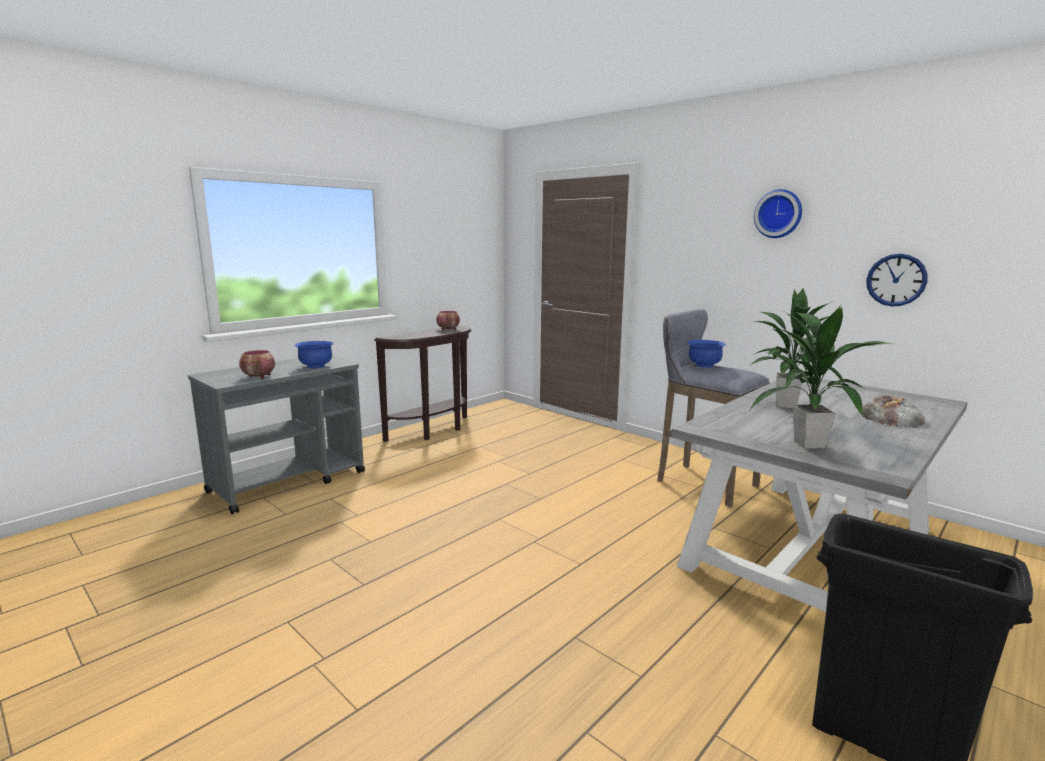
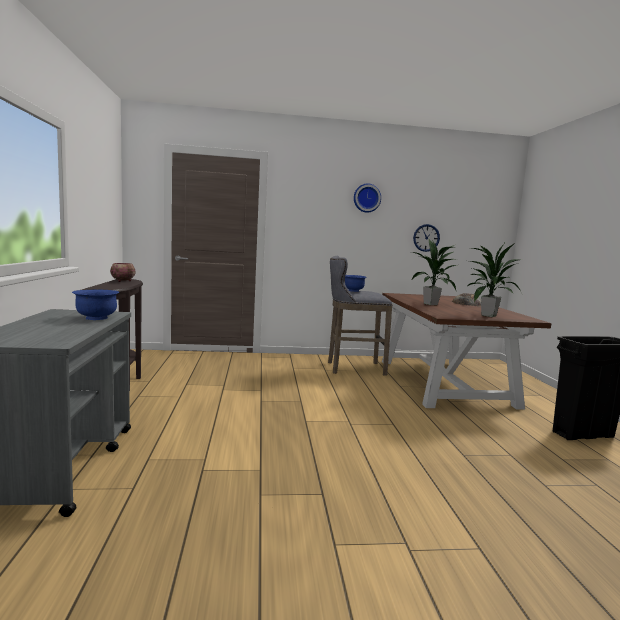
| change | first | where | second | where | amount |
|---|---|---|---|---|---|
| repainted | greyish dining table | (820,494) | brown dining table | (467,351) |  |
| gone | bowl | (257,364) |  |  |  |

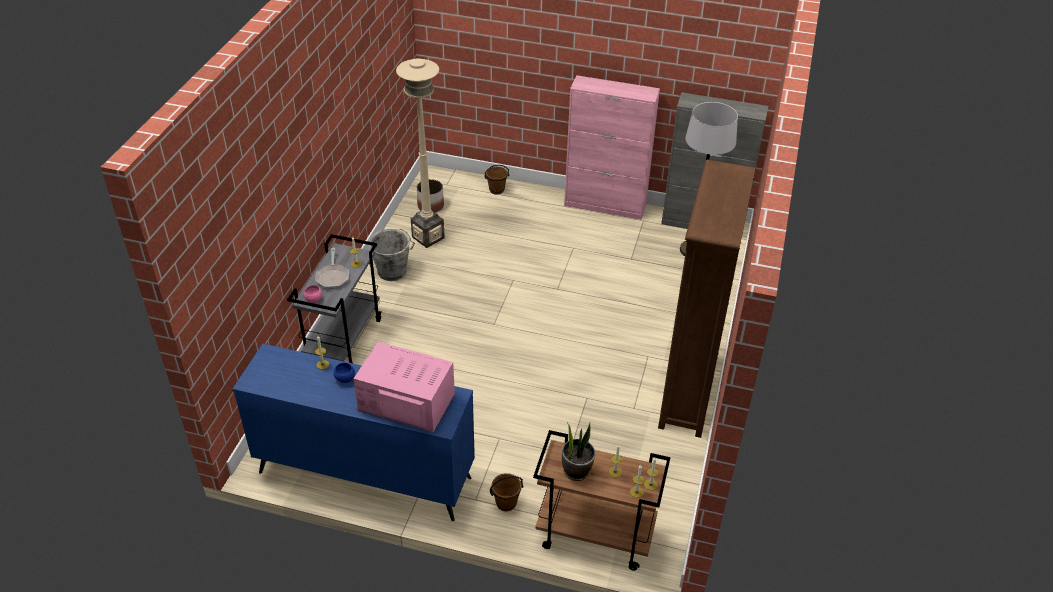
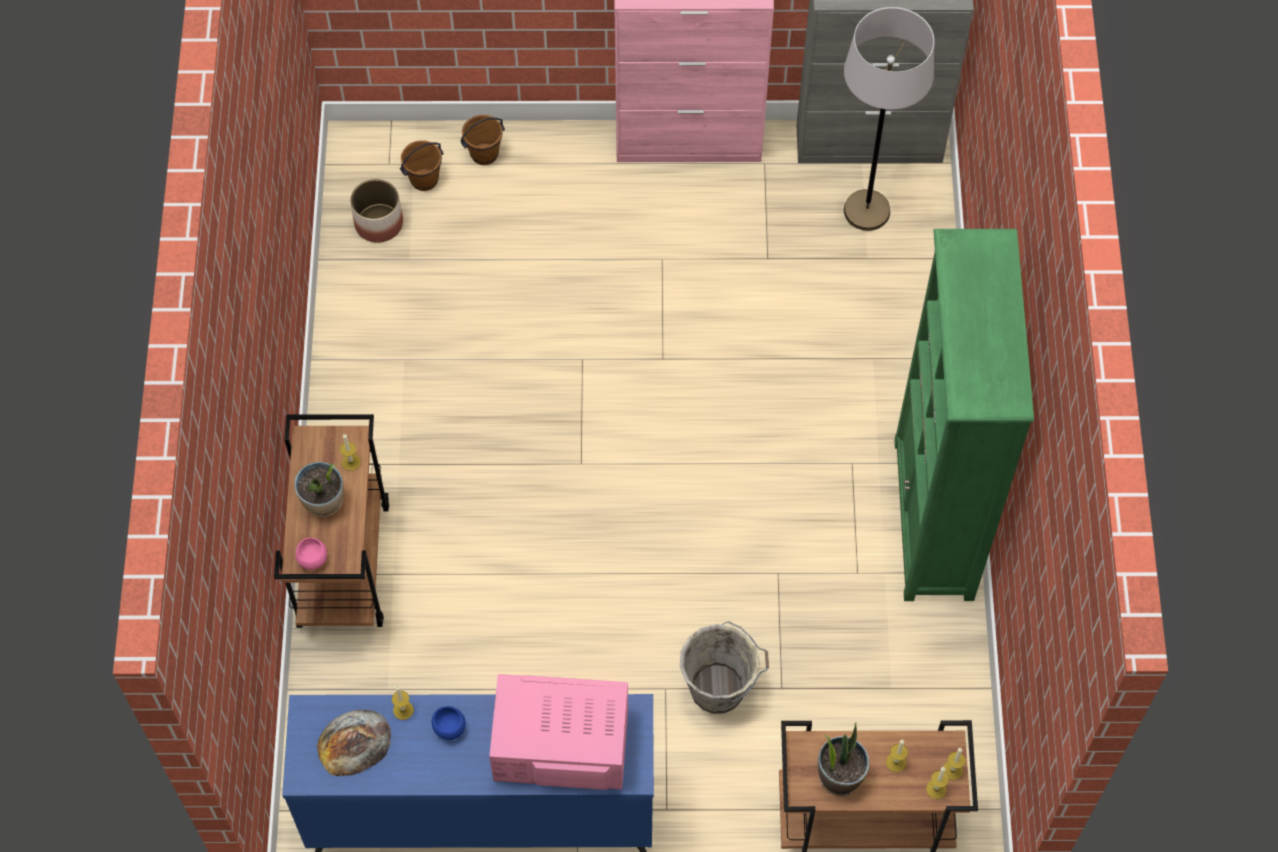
| change | first | where | second | where | amount |
|---|---|---|---|---|---|
| repainted | greyish wheeled cart | (334,298) | brown wheeled cart | (331,521) |  |
| swapped | skillet | (332,268) | potted plant | (319,489) |  |
| new |  |  | bread | (354,743) |  |
| shifted | brown pail | (507,492) |  | (422,165) |  |
| shifted | greyish pail | (391,255) |  | (724,667) |  |
| repainted | brown shelving unit | (706,298) | greenish shelving unit | (964,415) |  |
| gone | beige-coloured standard lamp | (420,153) |  |  |  |

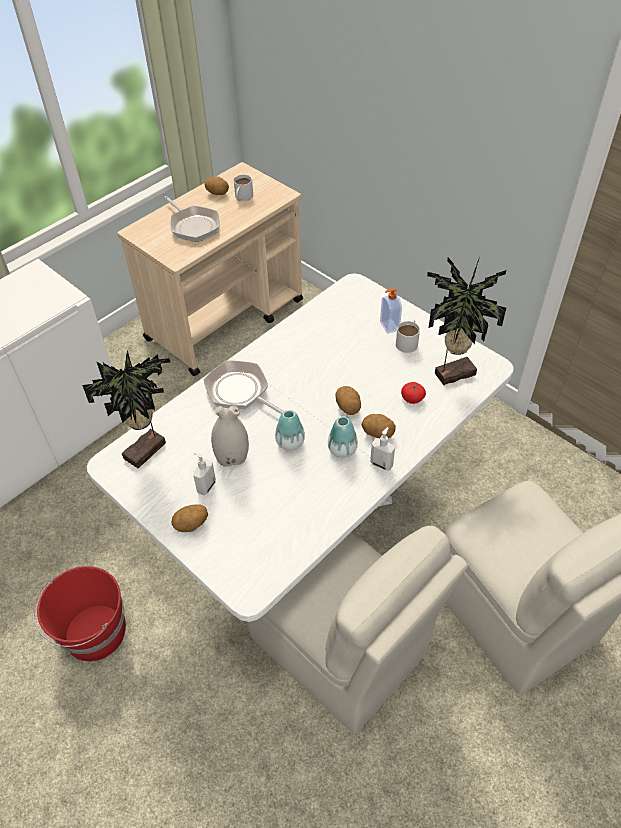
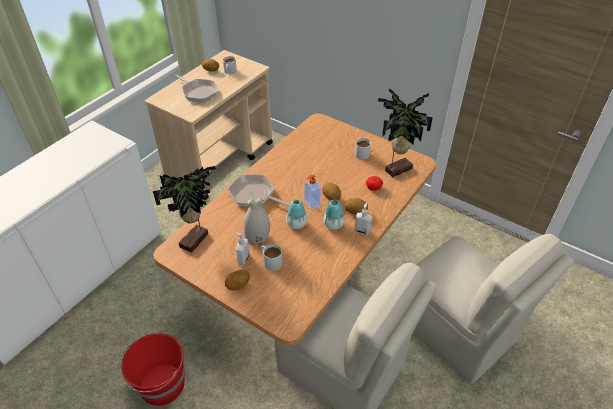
| change | first | where | second | where | amount |
|---|---|---|---|---|---|
| repainted | whitish dining table | (300,447) | brown dining table | (294,229) |  |
| new |  |  | whitish mug | (271,257) |  |
| shifted | soap dispenser | (391,310) |  | (312,191) |  |

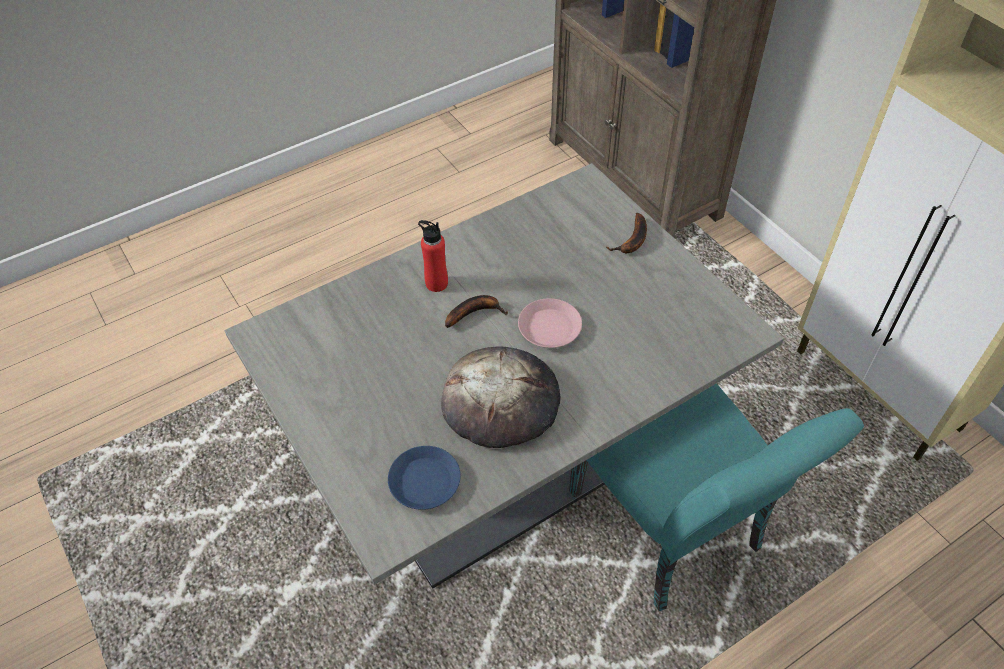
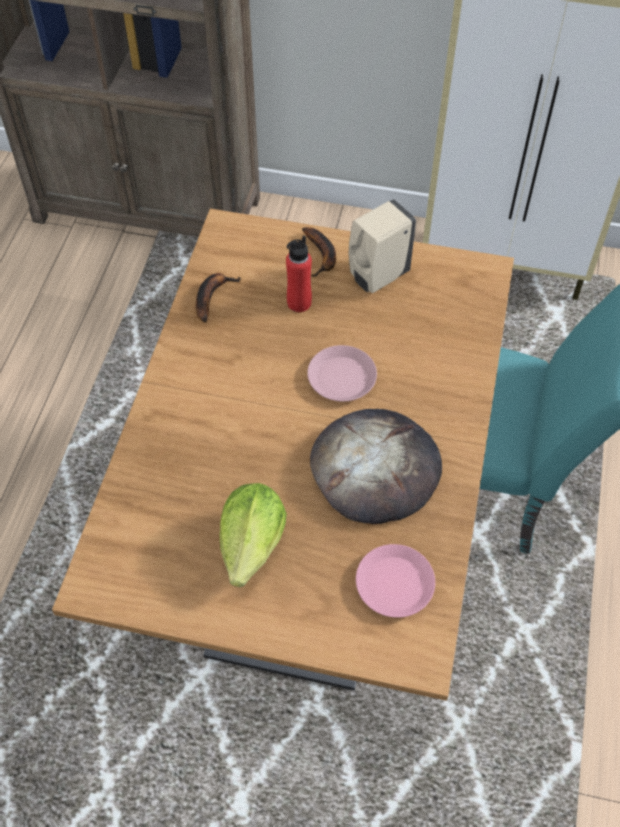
| change | first | where | second | where | amount |
|---|---|---|---|---|---|
| repainted | greyish dining table | (504,376) | brown dining table | (283,454) |  |
| shifted | banana | (476,311) |  | (218,297) |  |
| new |  |  | head of lettuce | (253,535) |  |
| shifted | red bottle | (433,256) |  | (299,273) |  |
| new |  |  | beige-coloured soap dispenser | (382,246) |  |
| repainted | bluish plate | (424,478) | pink plate | (395,581) |  |

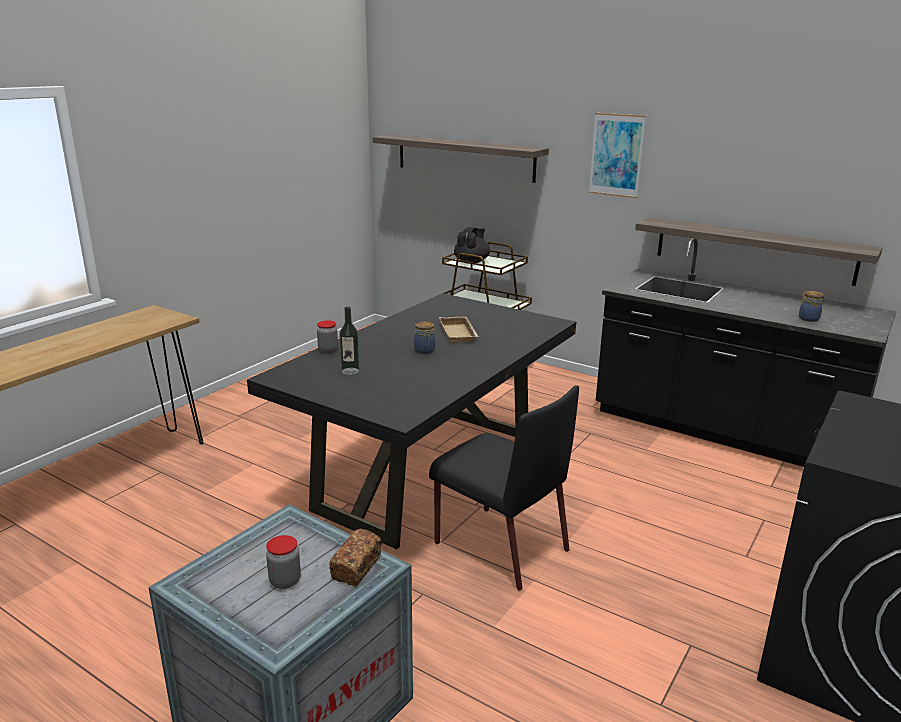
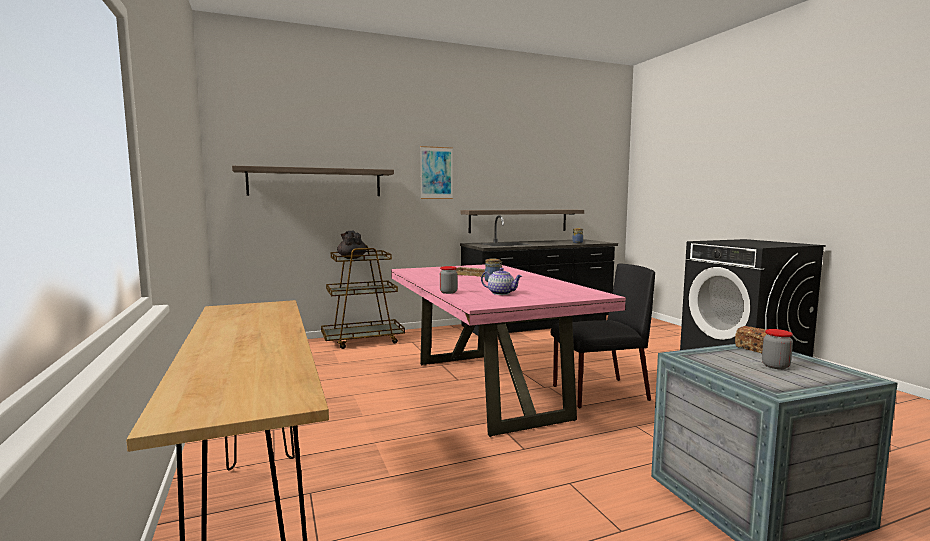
| change | first | where | second | where | amount |
|---|---|---|---|---|---|
| repainted | blackish dining table | (411,421) | pink dining table | (508,350) |  |
| swapped | bottle | (349,341) | pot for tea | (501,281) |  |

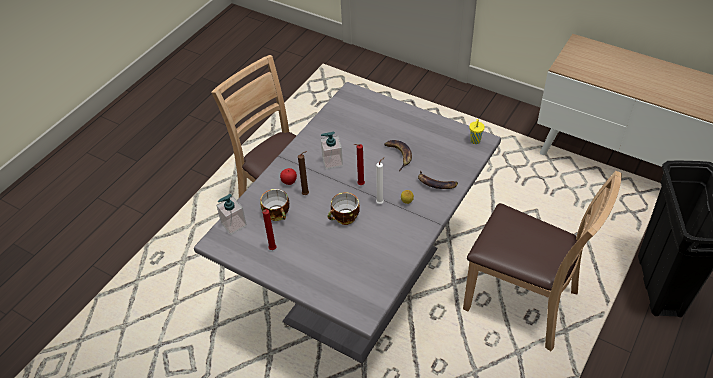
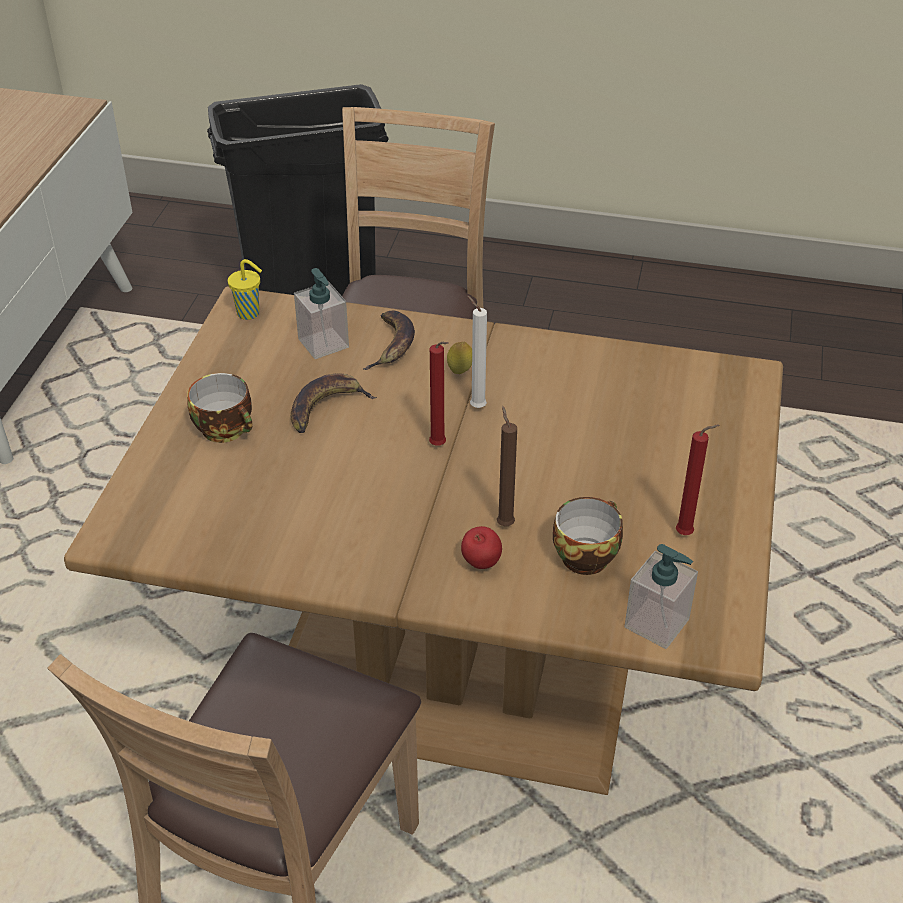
| change | first | where | second | where | amount |
|---|---|---|---|---|---|
| repainted | greyish dining table | (347,223) | brown dining table | (423,540) |  |
| shifted | drinking cup | (343,208) |  | (220,408) |  |
| shifted | soap dispenser | (332,150) |  | (321,313) |  |

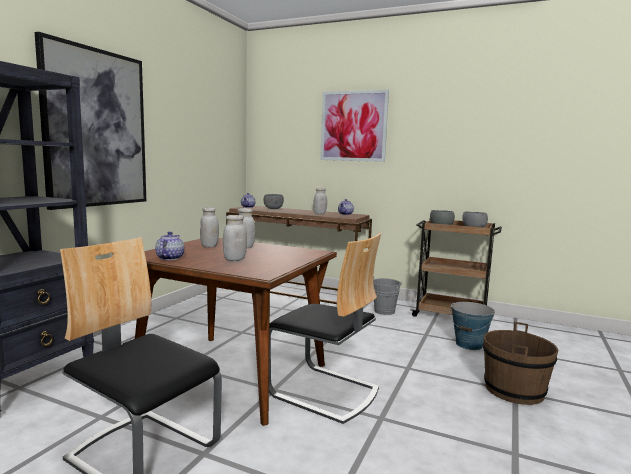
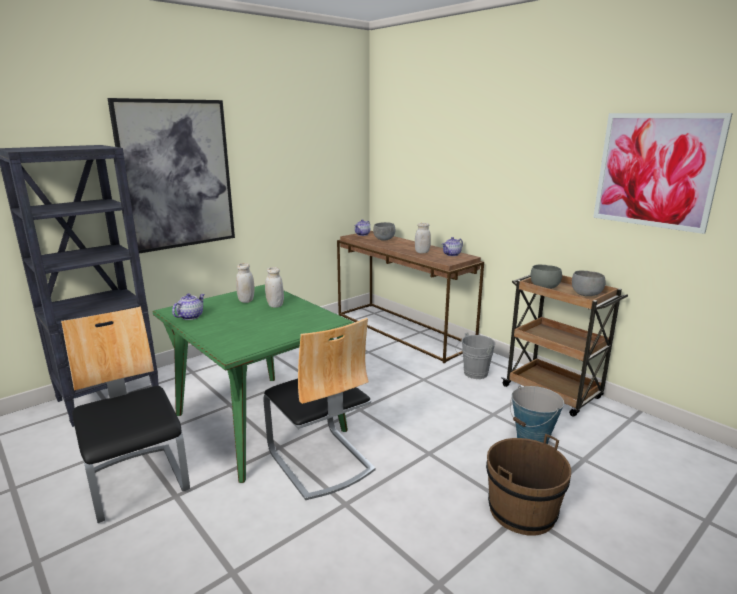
| change | first | where | second | where | amount |
|---|---|---|---|---|---|
| repainted | brown dining table | (236,332) | greenish dining table | (254,383) |  |
| shifted | wall picture | (354,126) |  | (663,173) |  |
| gone | whitish storage jar | (235,238) |  |  |  |

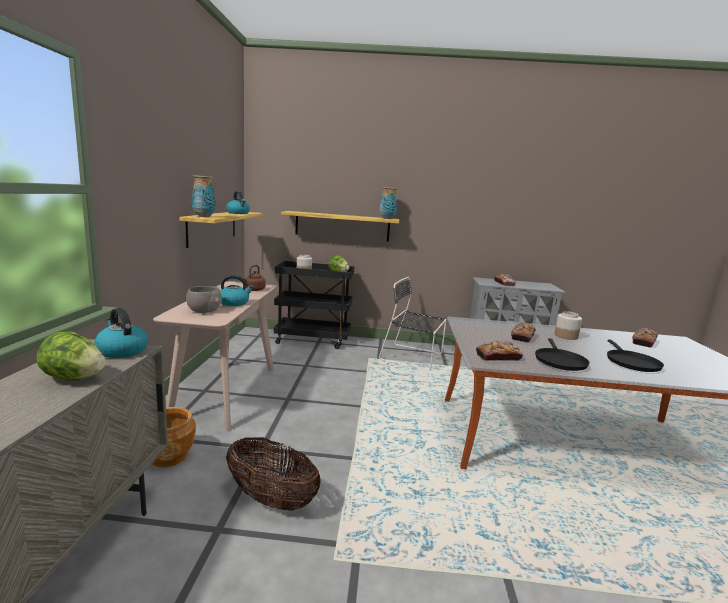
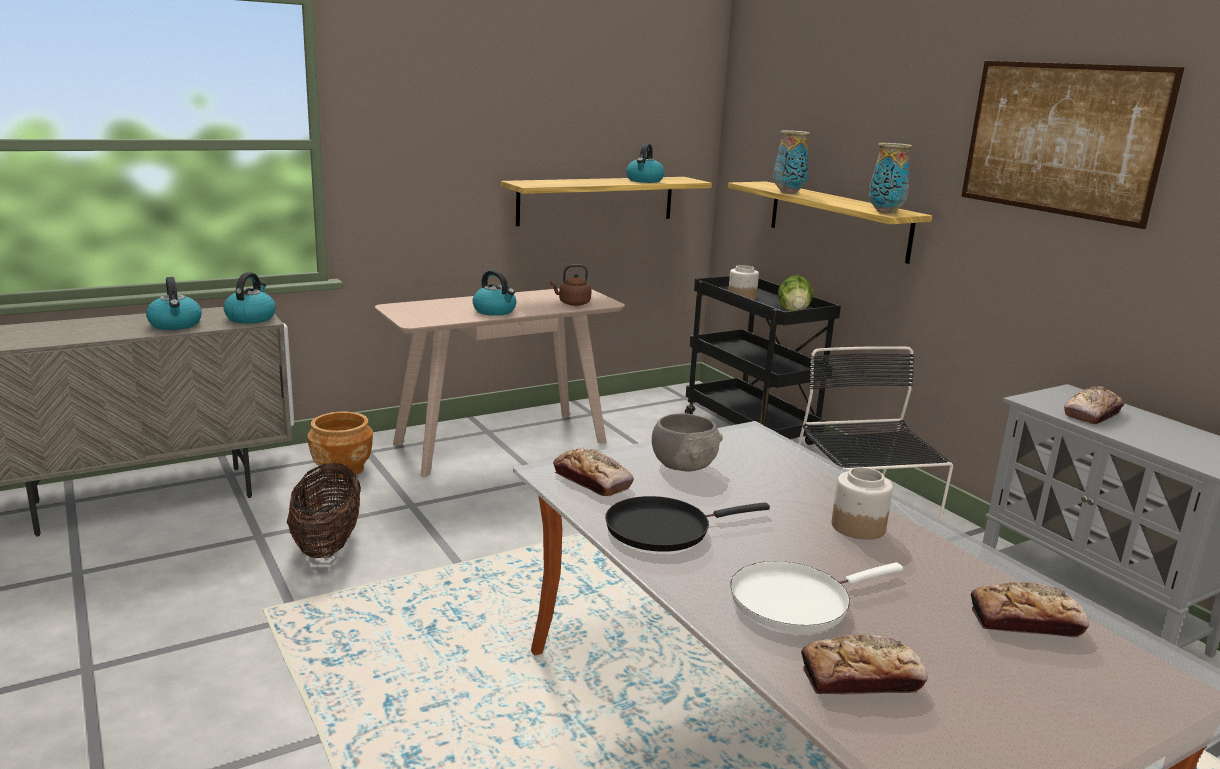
| change | first | where | second | where | amount |
|---|---|---|---|---|---|
| swapped | head of lettuce | (71,356) | tea kettle | (174,303) |  |
| shifted | greyish bowl | (204,299) |  | (687,442) |  |
| repainted | blackish skillet | (635,355) | whitish skillet | (816,597) |  |
| shifted | decorative vase | (204,196) |  | (791,162) |  |
| shifted | bread | (523,332) |  | (864,664) |  |
| new |  |  | wall picture | (1072,145) |  |

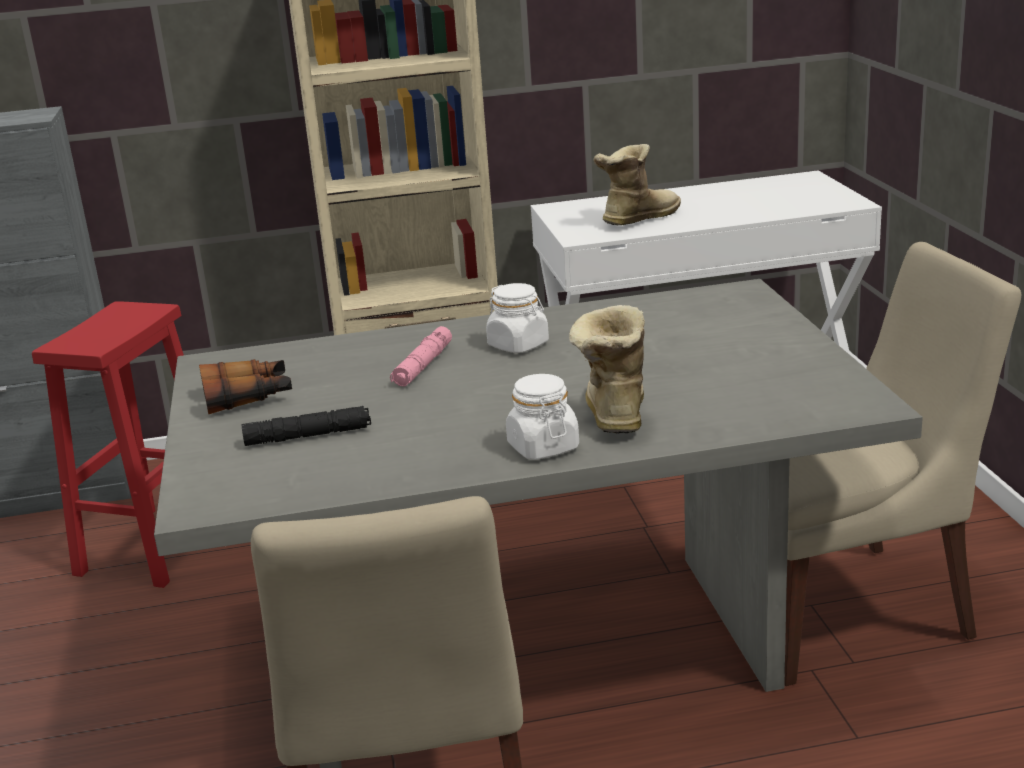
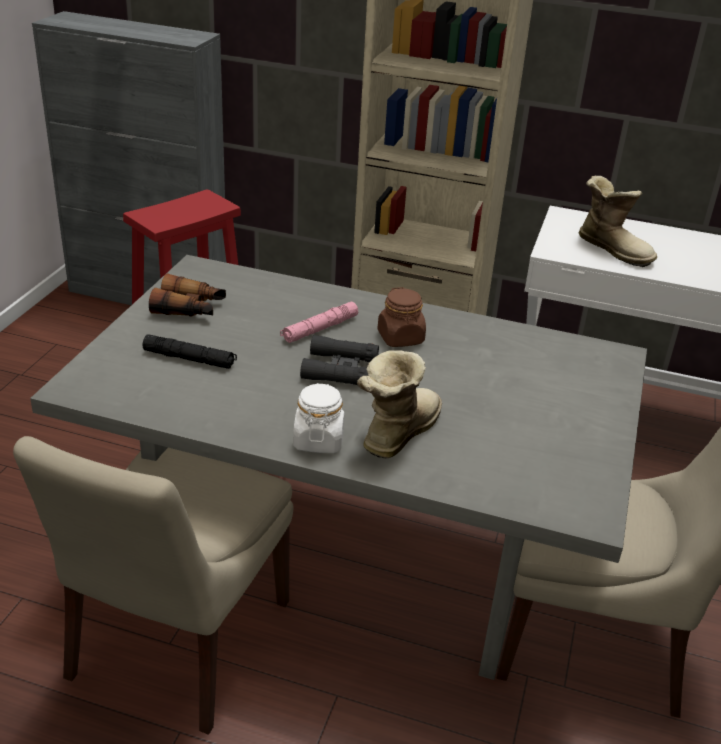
| change | first | where | second | where | amount |
|---|---|---|---|---|---|
| new |  |  | blackish field glasses | (339,360) |  |
| repainted | whitish storage jar | (517,318) | brown storage jar | (401,317) |  |
| rotated | high-top boot | (637,184) |  | (618,221) | 60 degrees clockwise |

